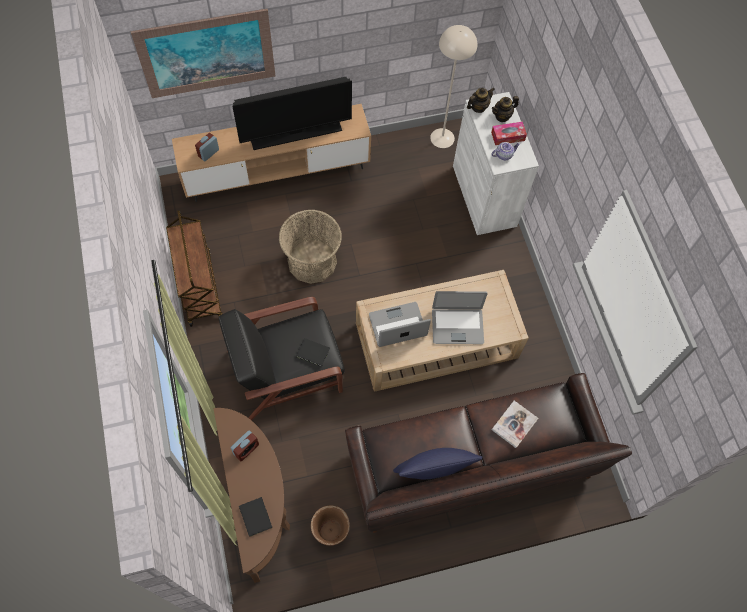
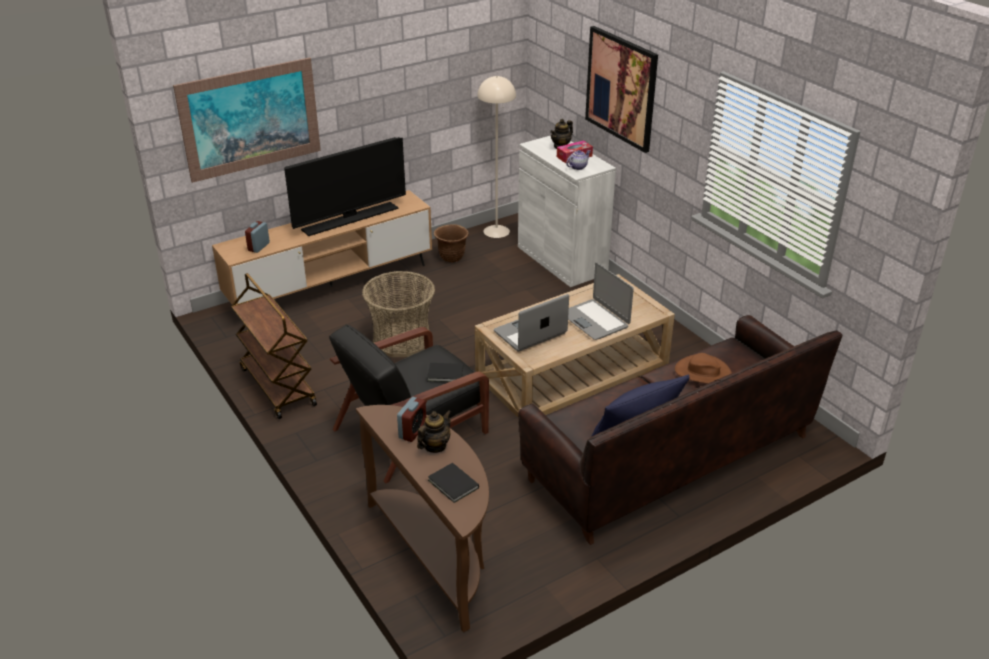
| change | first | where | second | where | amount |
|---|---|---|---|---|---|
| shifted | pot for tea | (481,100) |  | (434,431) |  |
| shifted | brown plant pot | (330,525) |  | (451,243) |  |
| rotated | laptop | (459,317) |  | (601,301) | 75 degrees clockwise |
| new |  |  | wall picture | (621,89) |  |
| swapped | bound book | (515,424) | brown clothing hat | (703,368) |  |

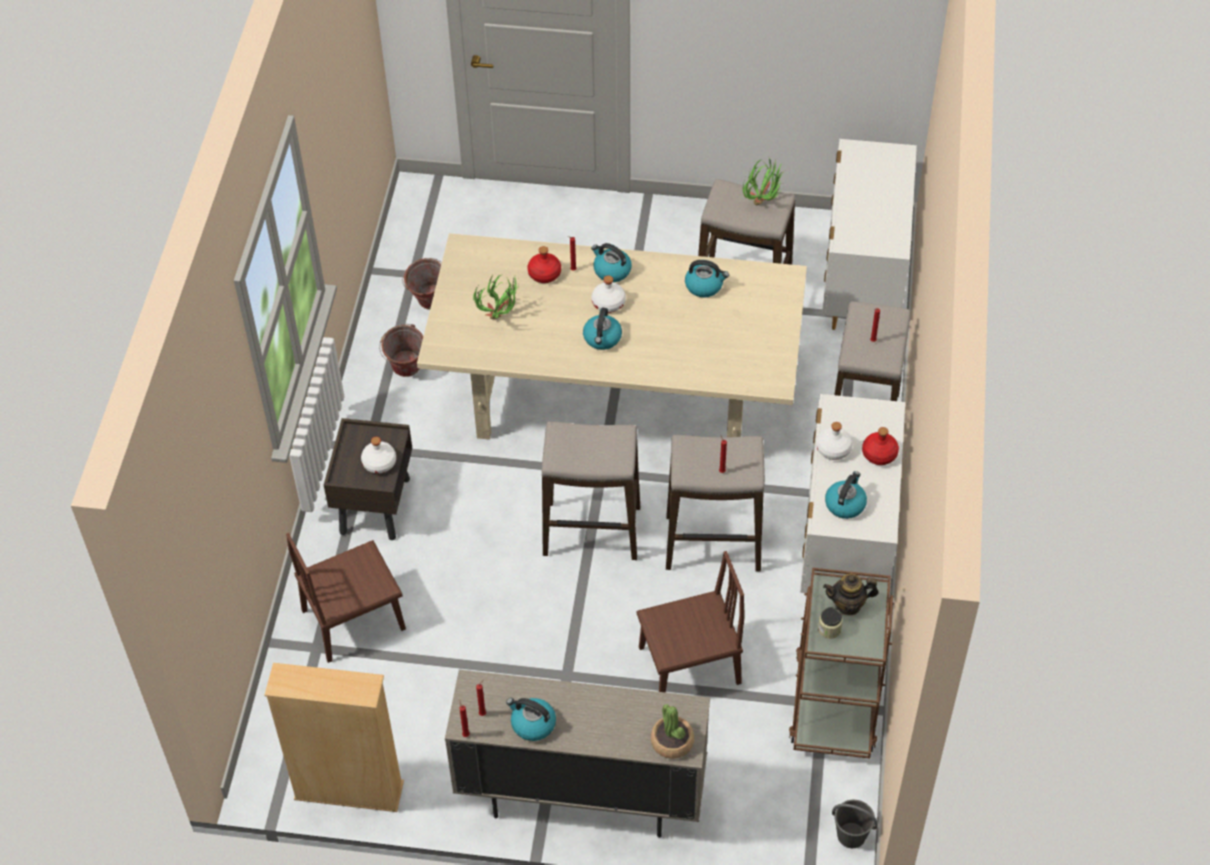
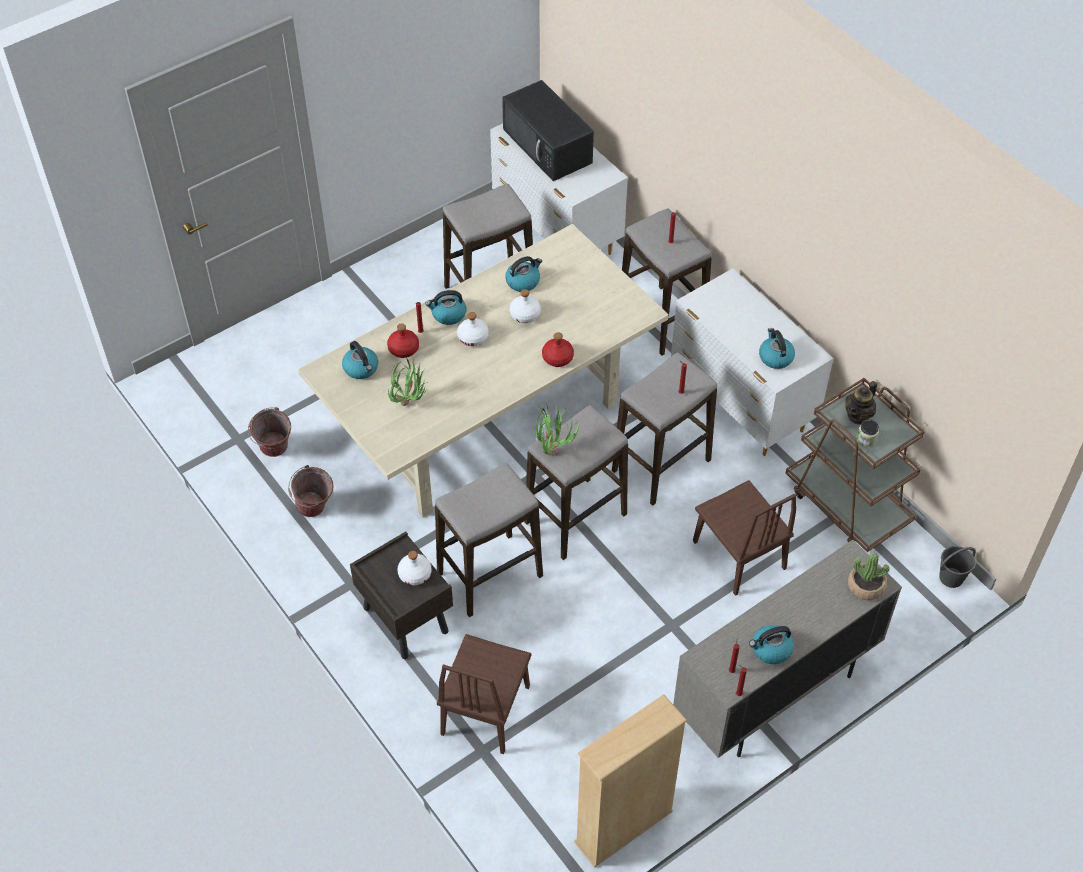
| change | first | where | second | where | amount |
|---|---|---|---|---|---|
| shifted | tea kettle | (602,329) |  | (360,360) |  |
| new |  |  | stool | (489,540) |  |
| new |  |  | blackish microwave | (548,130) |  |
| shifted | whitish bottle | (834,441) |  | (525,306) |  |
| shifted | potted plant | (764,181) |  | (557,430) |  |
| shifted | red bottle | (880,446) |  | (558,350) |  |
| rotated | brown upright chair | (690,622) |  | (744,538) | 120 degrees clockwise |

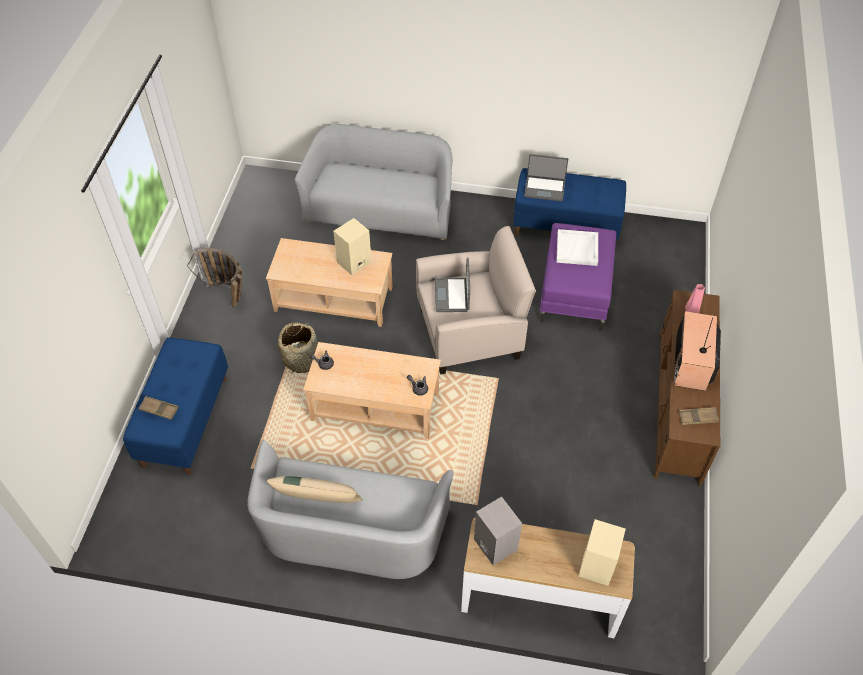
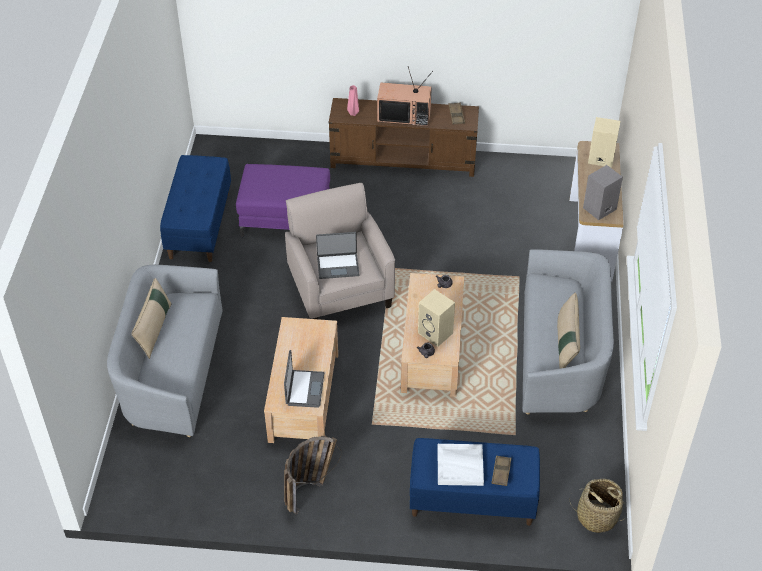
| change | first | where | second | where | amount |
|---|---|---|---|---|---|
| new |  |  | beige-coloured throw pillow | (152,318) |  |
| shifted | laptop | (546,177) |  | (304,379) |  |
| shifted | beige-coloured audio speaker | (352,246) |  | (436,318) |  |
| shifted | whitish tray | (577,247) |  | (460,465) |  |
| shifted | storage basket | (298,347) |  | (597,506) |  |

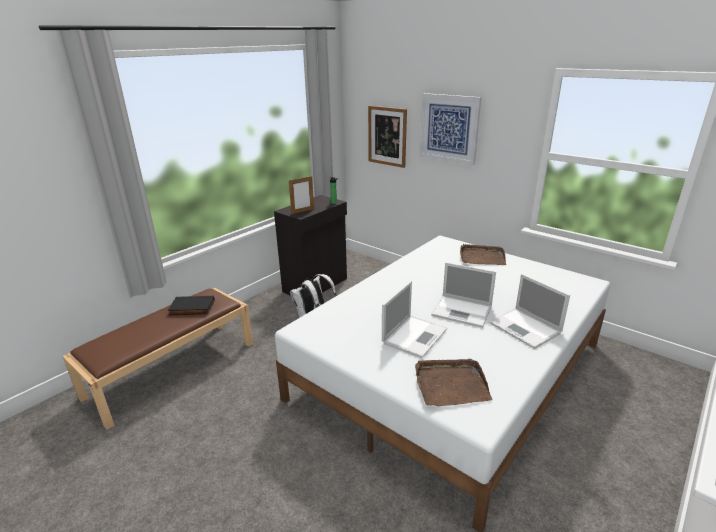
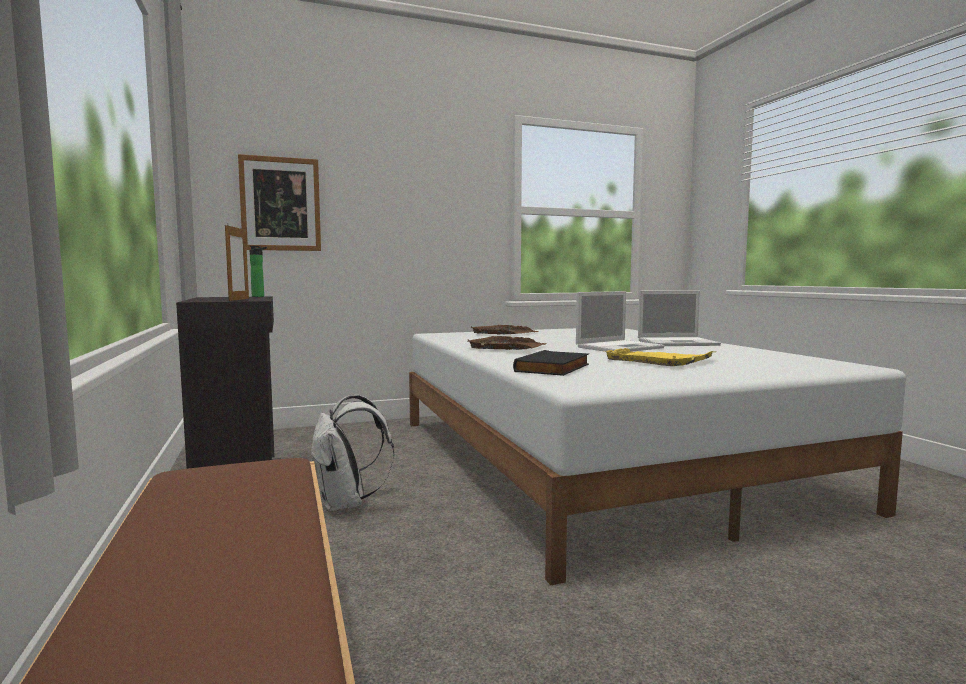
| change | first | where | second | where | amount |
|---|---|---|---|---|---|
| shifted | brown tray | (453,382) |  | (507,343) |  |
| shifted | blackish bound book | (191,305) |  | (551,363) |  |
| swapped | laptop | (414,319) | yellowish tray | (660,357) |  |
| gone | wall picture | (450,129) |  |  |  |

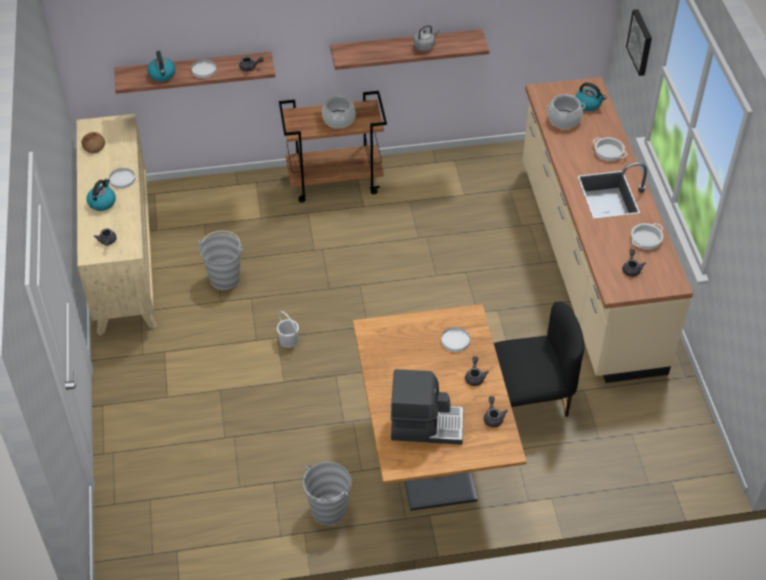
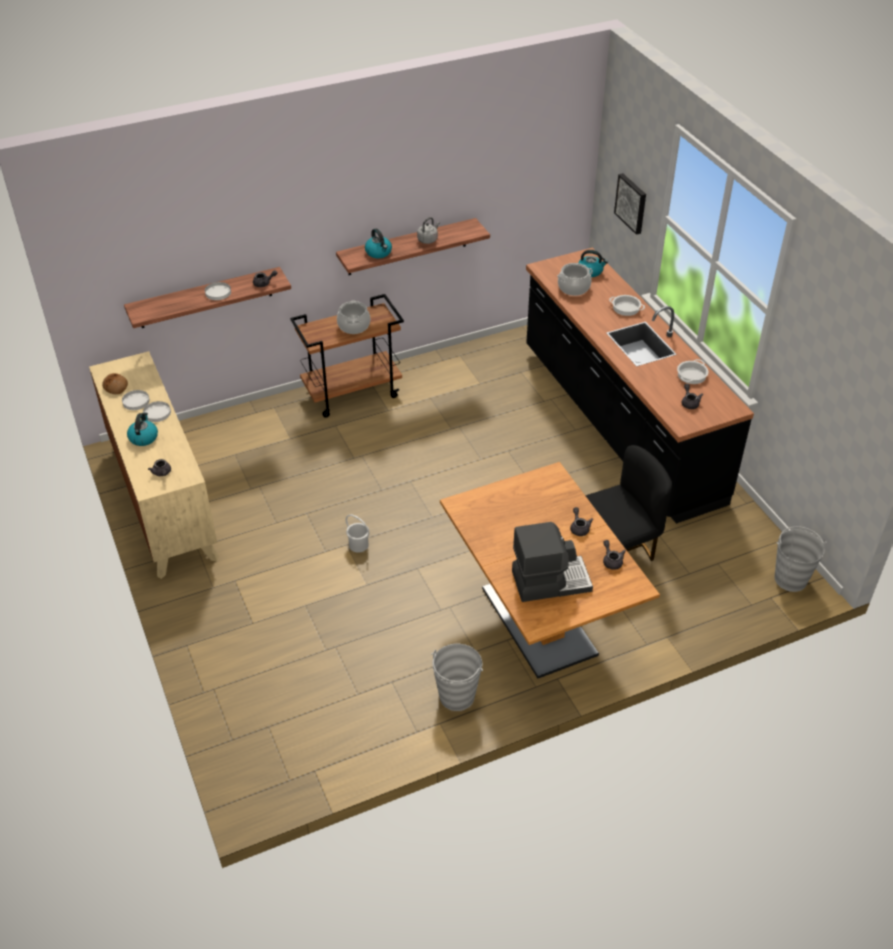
| change | first | where | second | where | amount |
|---|---|---|---|---|---|
| shifted | whitish plate | (455,339) |  | (136,400) |  |
| shifted | tea kettle | (161,66) |  | (378,243) |  |
| repainted | beige-coloured kitchen base unit | (608,230) | blackish kitchen base unit | (640,386) |  |
| shifted | greyish pail | (220,260) |  | (801,559) |  |

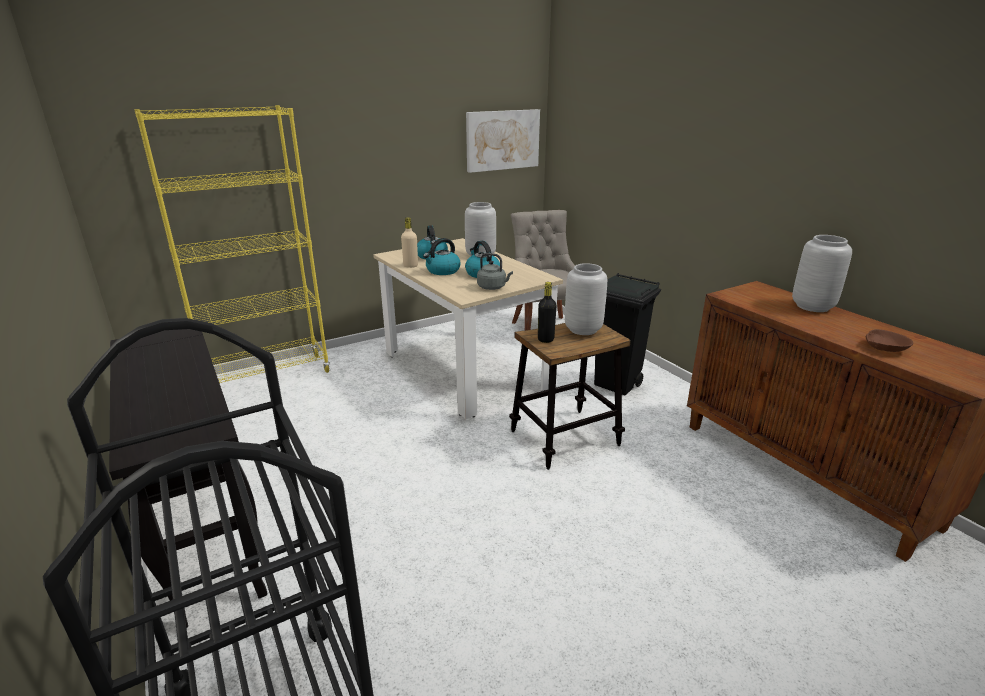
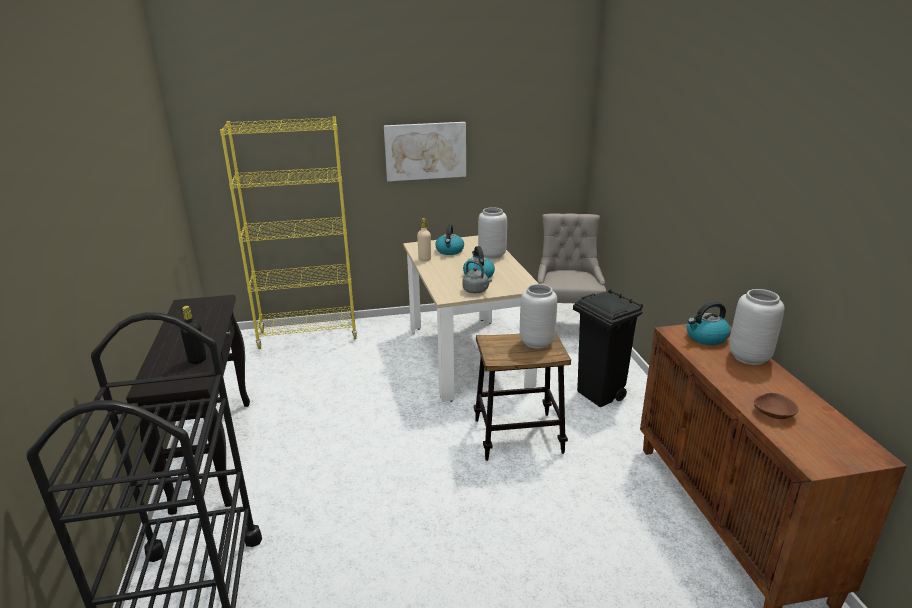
| change | first | where | second | where | amount |
|---|---|---|---|---|---|
| shifted | blackish bottle | (547,312) |  | (193,335) |  |
| shifted | wall picture | (503,141) |  | (425,151) |  |
| shifted | tea kettle | (441,256) |  | (709,323) |  |

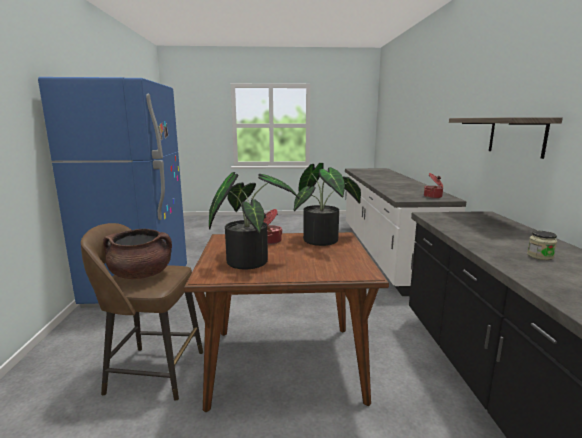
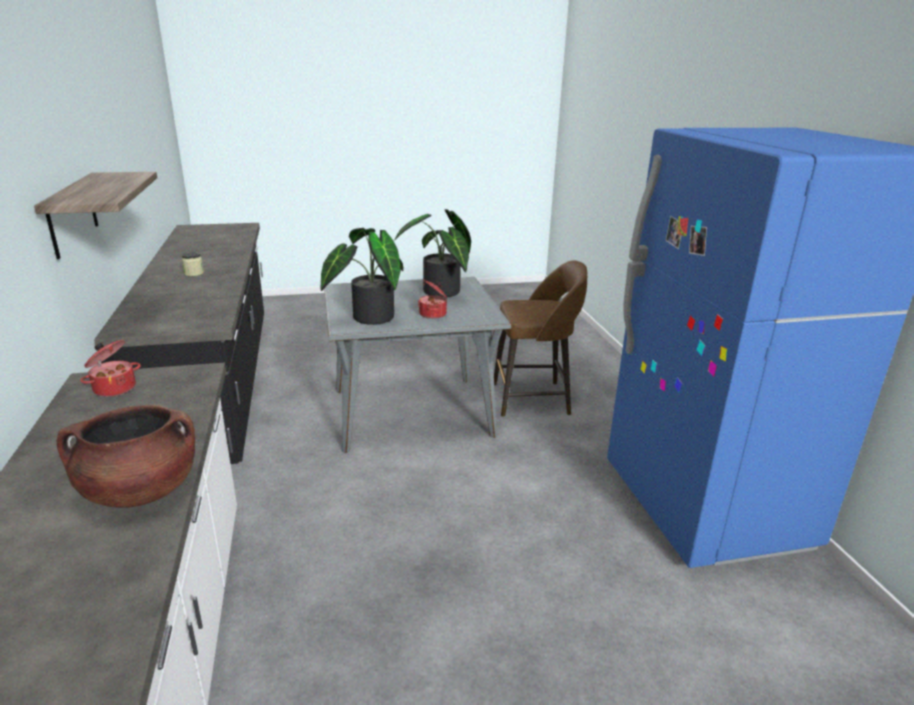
| change | first | where | second | where | amount |
|---|---|---|---|---|---|
| shifted | brown stockpot | (137,253) |  | (126,456) |  |
| repainted | brown dining table | (286,322) | greyish dining table | (417,365) |  |

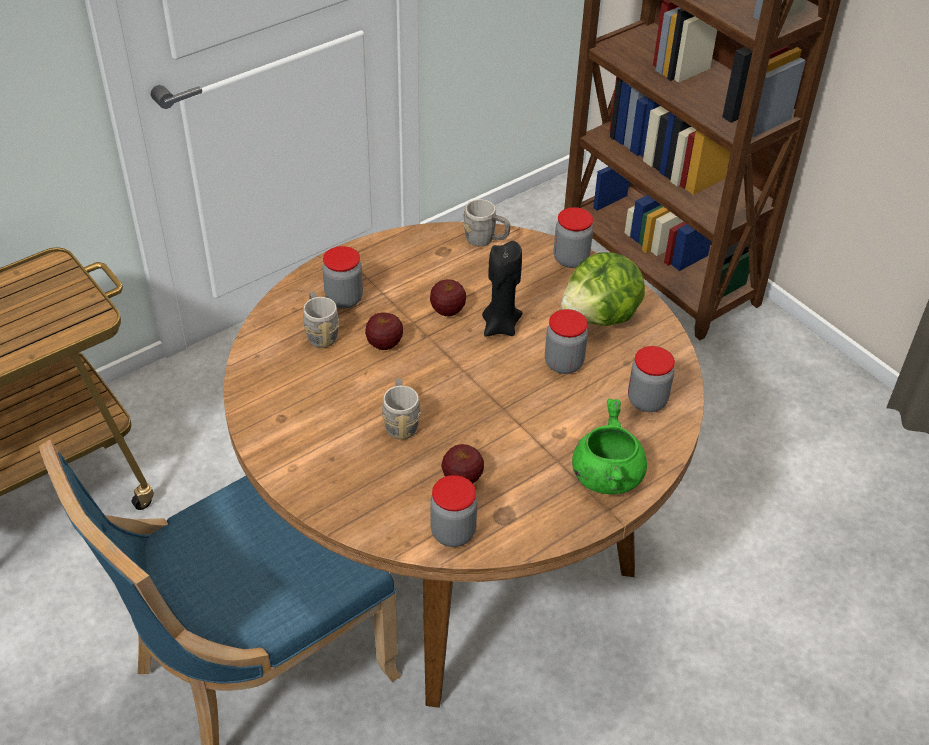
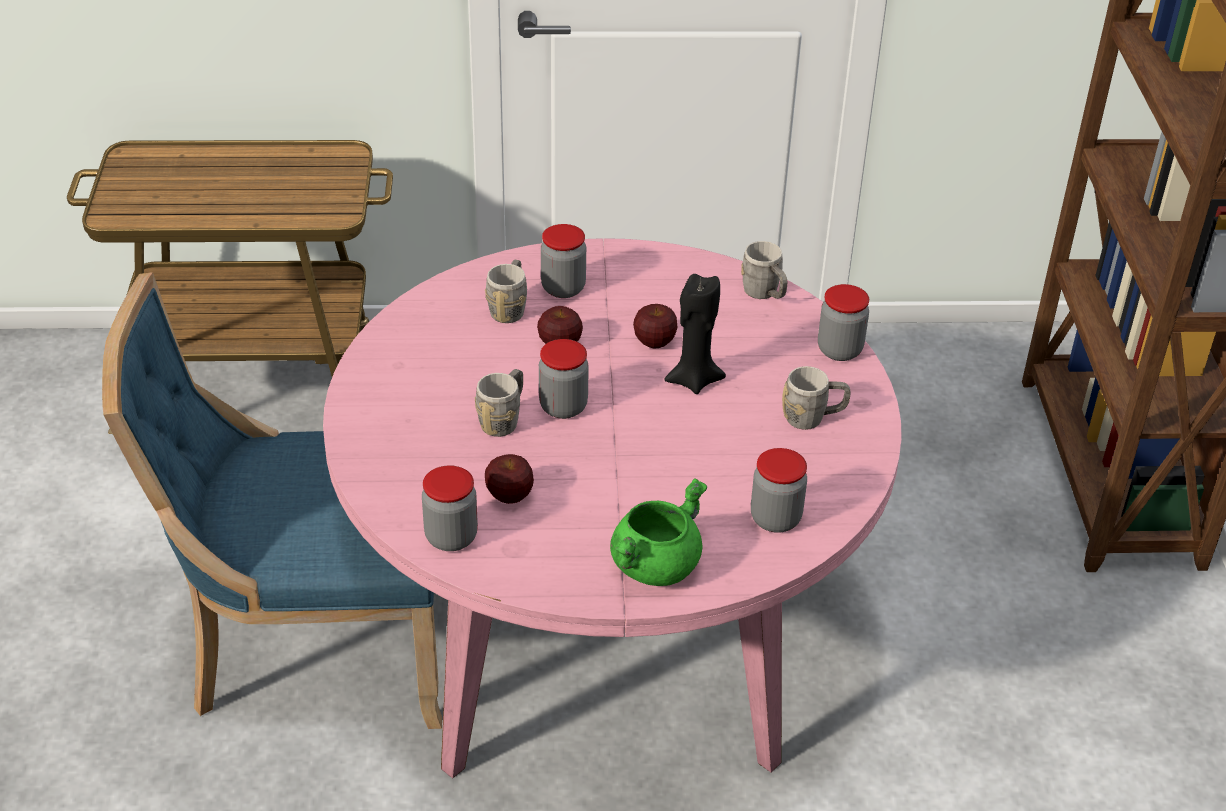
| change | first | where | second | where | amount |
|---|---|---|---|---|---|
| repainted | brown dining table | (464,465) | pink dining table | (612,508) |  |
| shifted | storage jar | (566,341) |  | (564,379) |  |
| swapped | head of lettuce | (603,289) | greyish mug | (816,398) |  |

